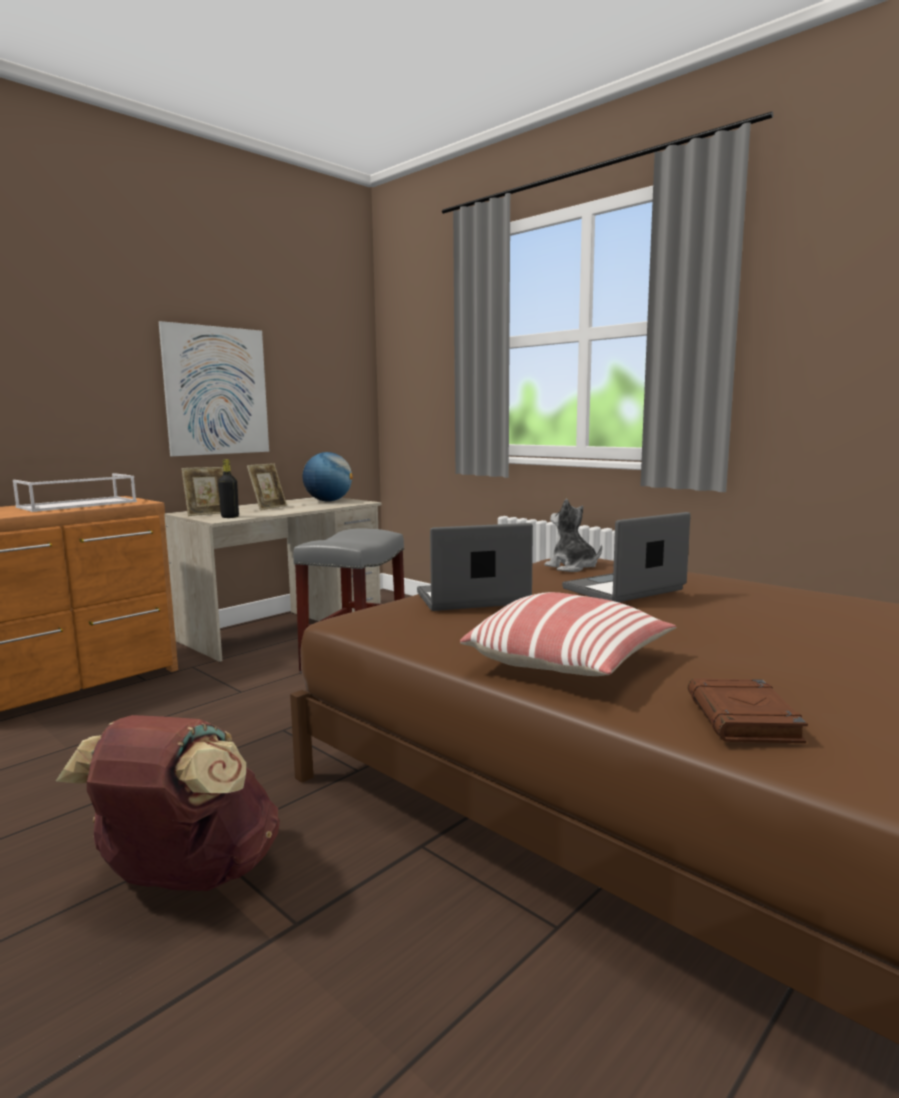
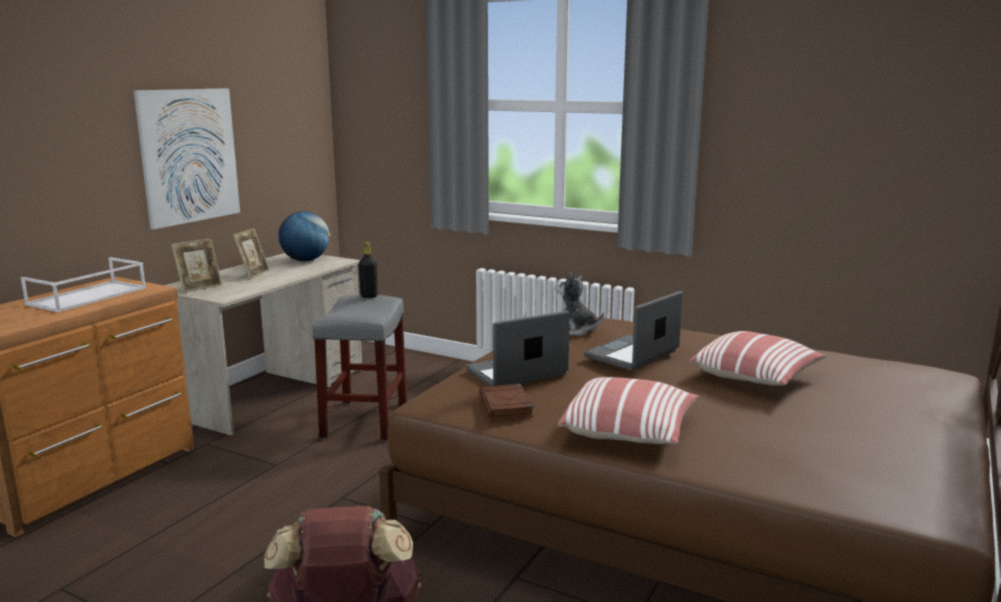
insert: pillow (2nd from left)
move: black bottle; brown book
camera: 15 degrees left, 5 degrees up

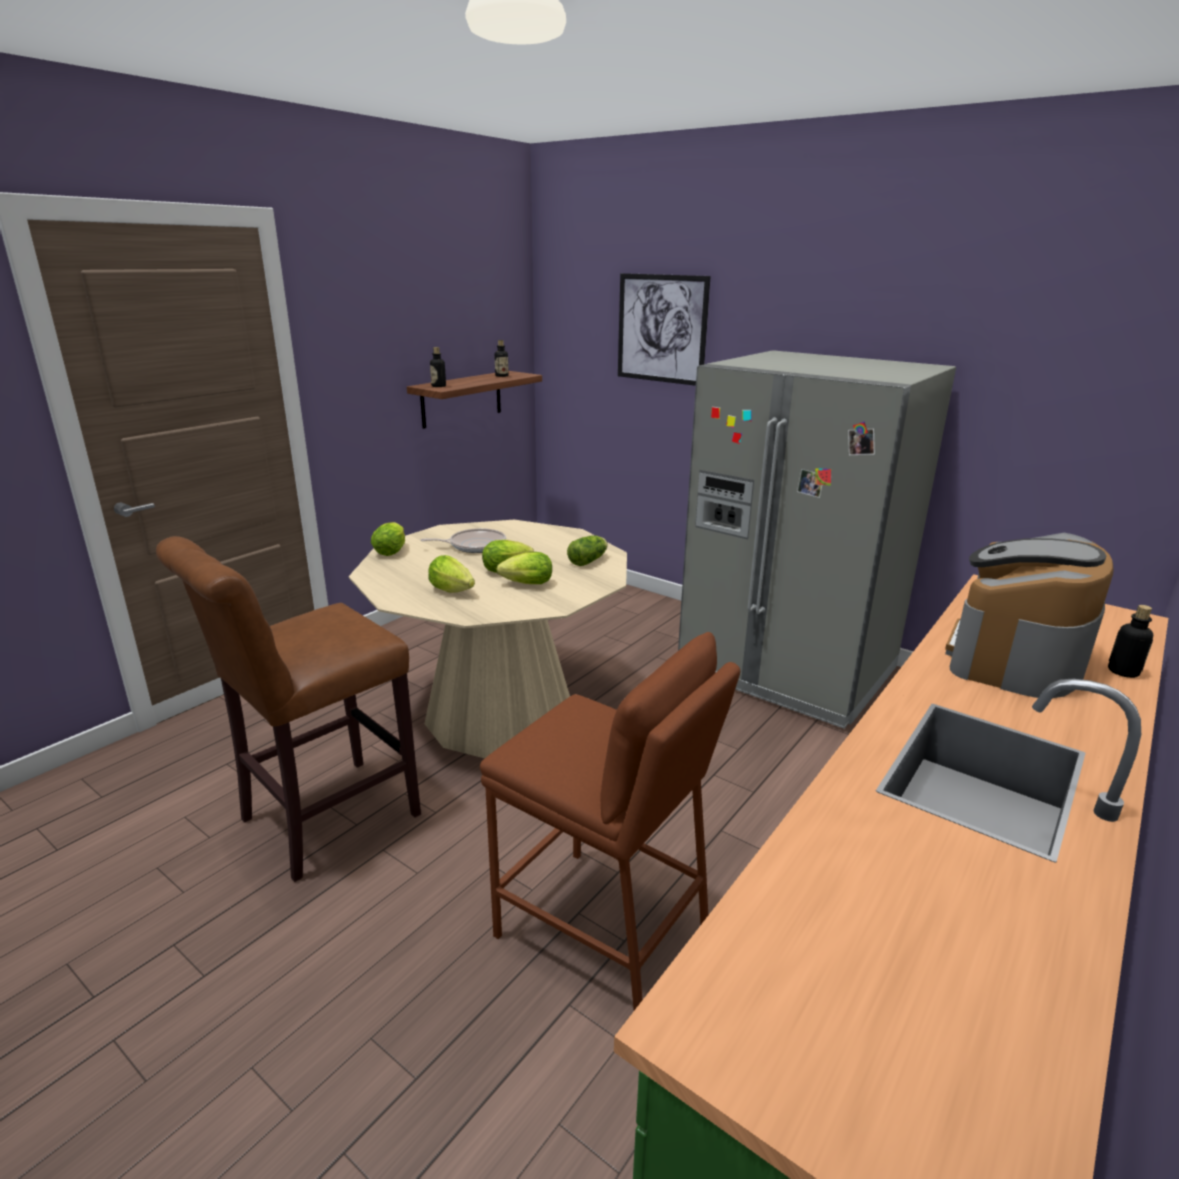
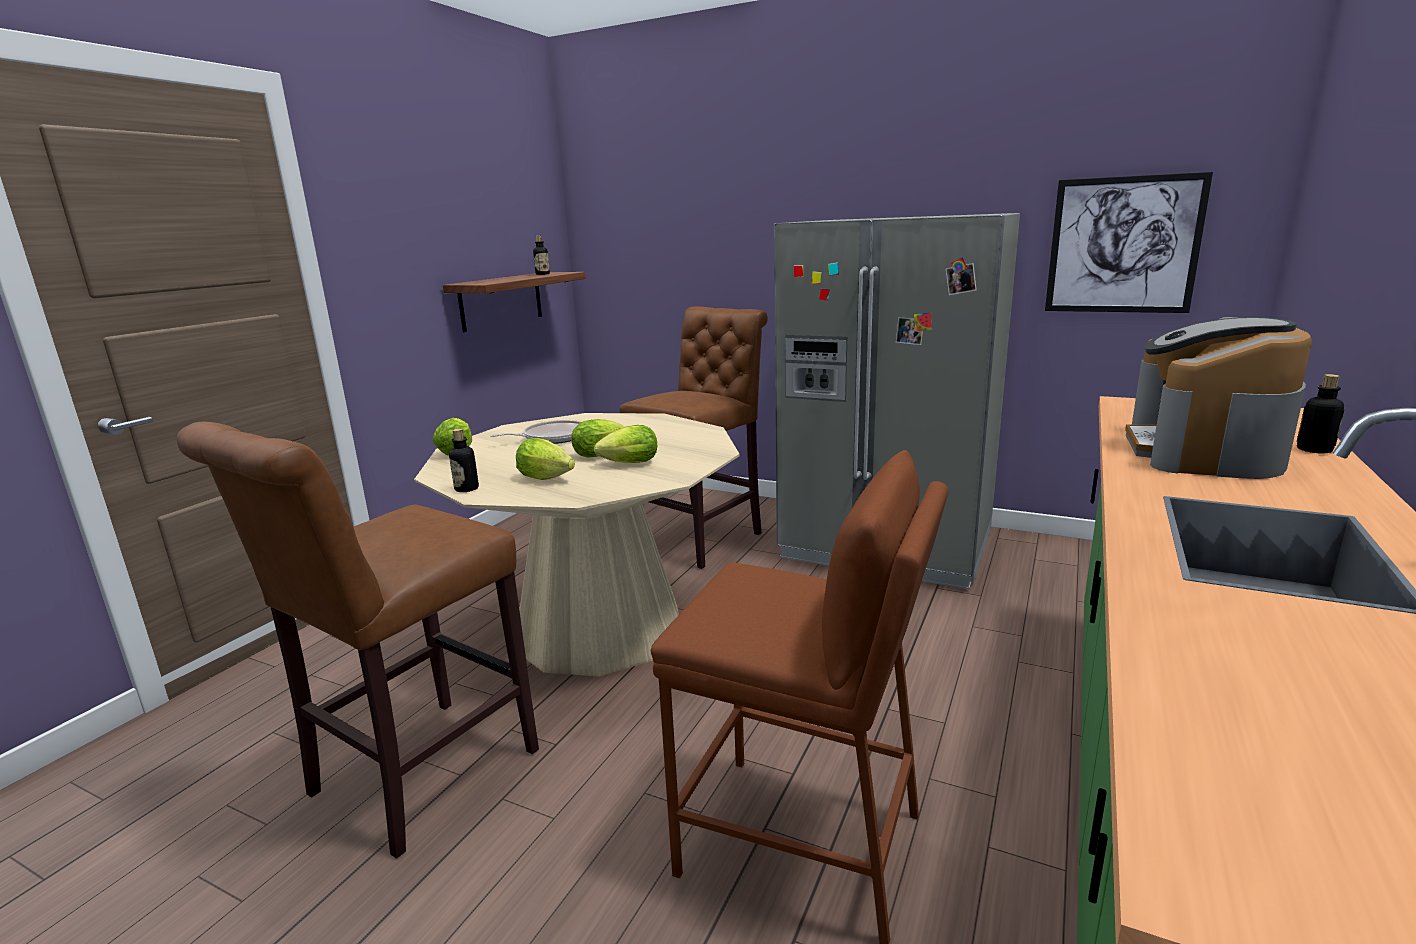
delete: lettuce (5th from left)
insert: brown stool (2nd from left)
move: bottle (1st from left); picture
camera: 10 degrees left, 5 degrees down

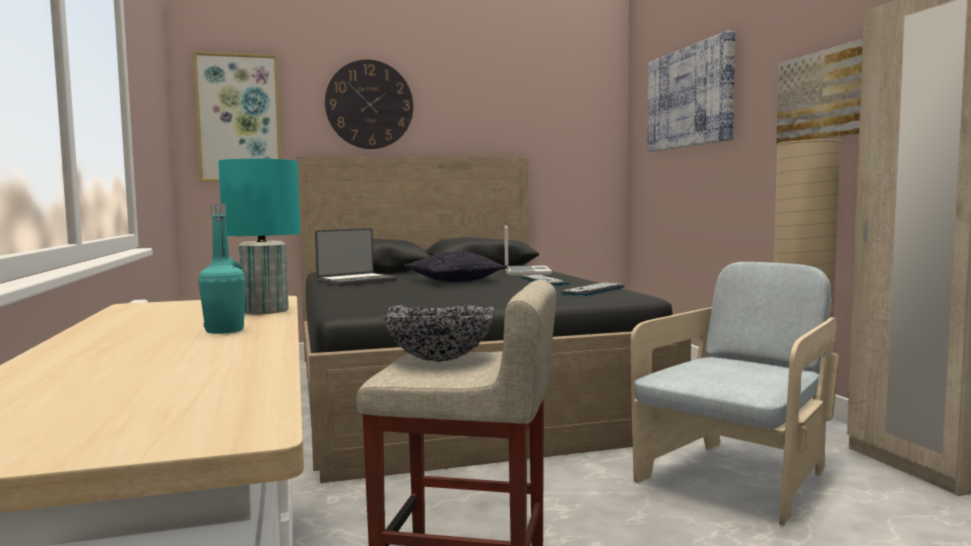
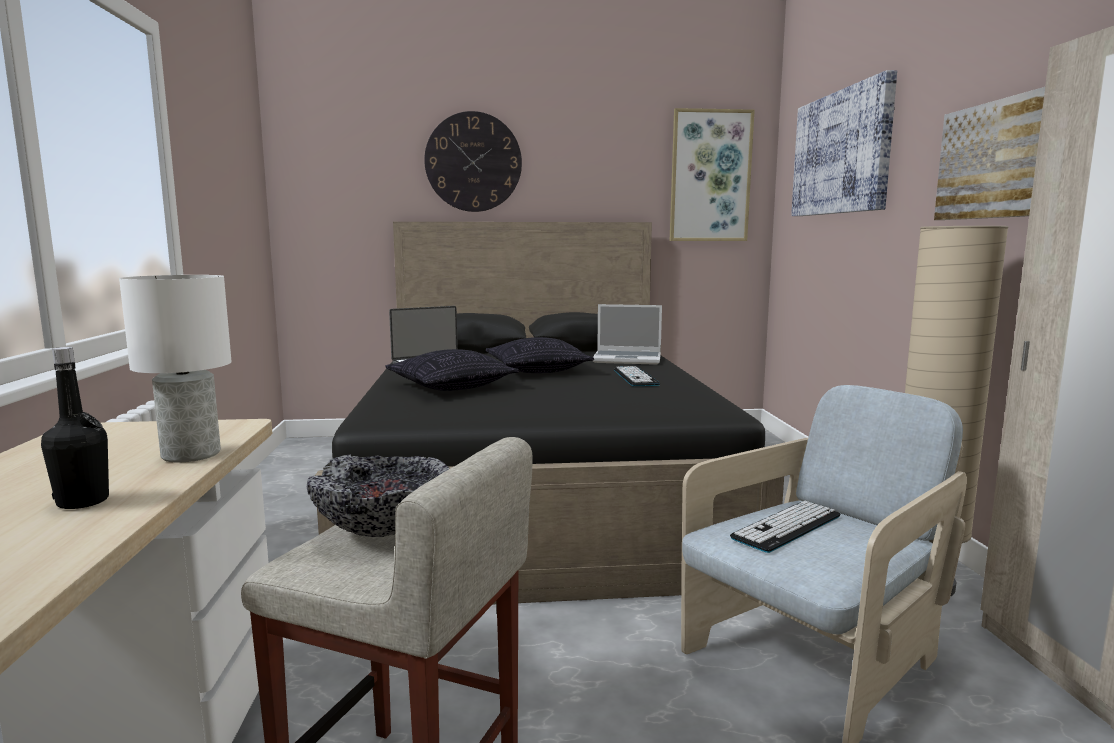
insert: pillow (1st from left)
move: picture (1st from left); keyboard (2nd from left)
recolor: turquoise bottle to black bottle; turquoise table lamp to white table lamp
rotate: laptop (2nd from left) 90 degrees clockwise
camera: 10 degrees right, 5 degrees up

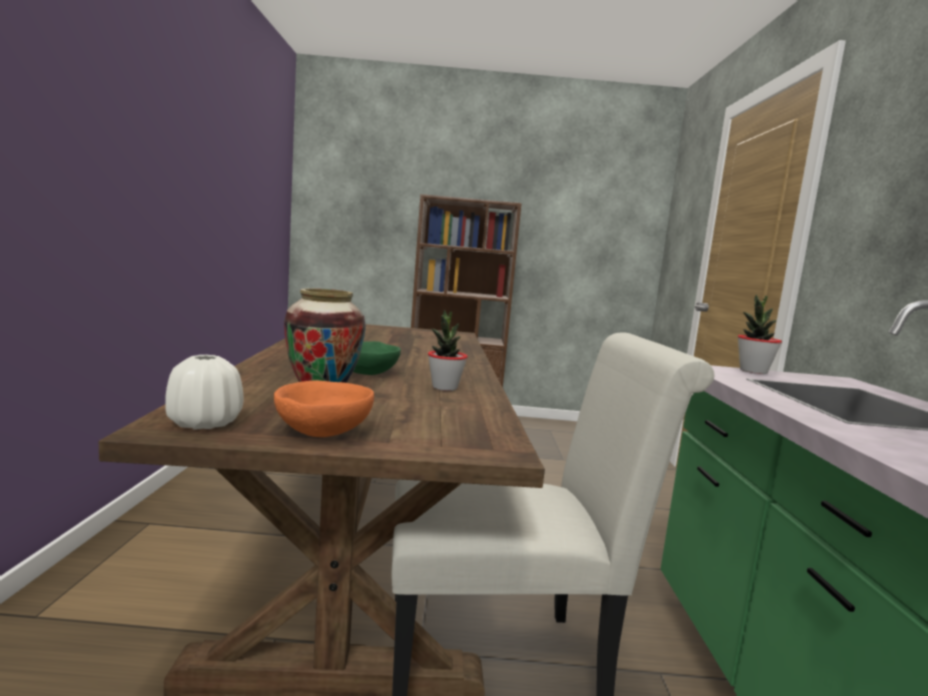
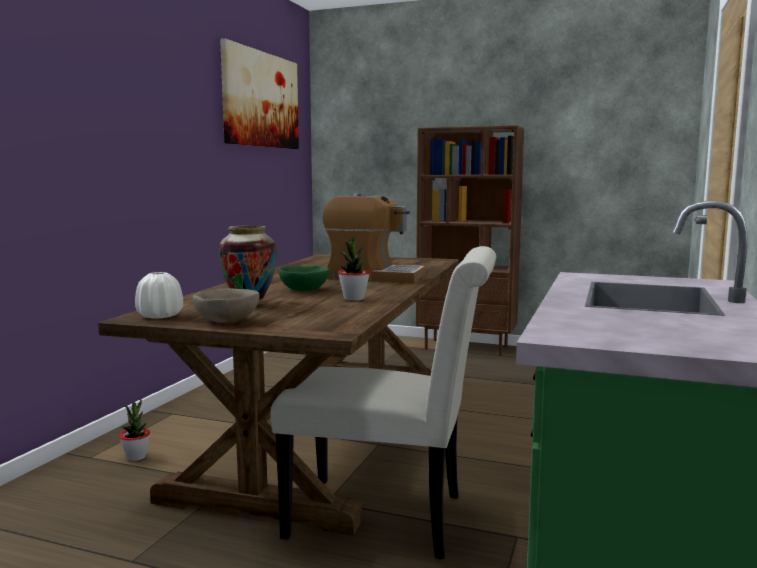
insert: picture; coffee machine
move: potted plant (2nd from left in the first image) to potted plant (1st from left)
recolor: orange bowl to beige bowl
camera: 20 degrees right, 0 degrees up

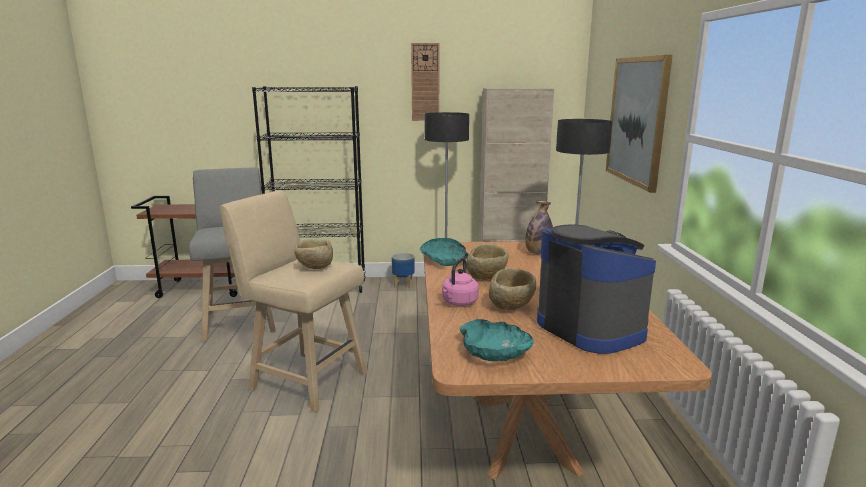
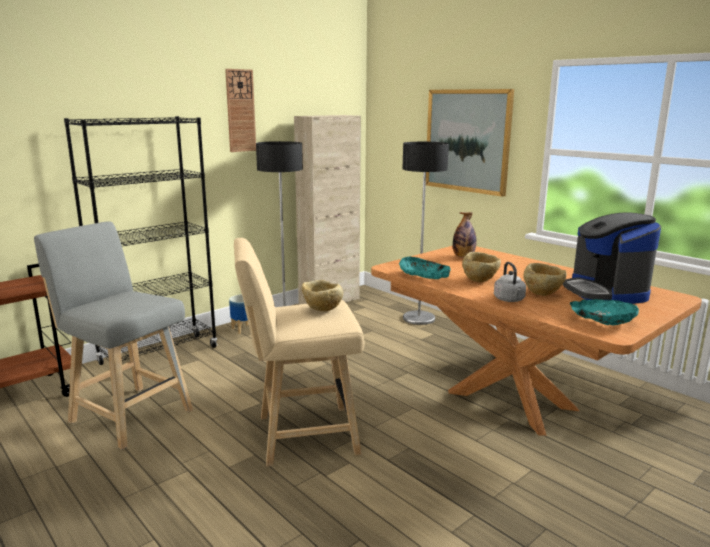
recolor: pink kettle to grey kettle
rotate: coffee machine 120 degrees counterclockwise
camera: 40 degrees left, 0 degrees up

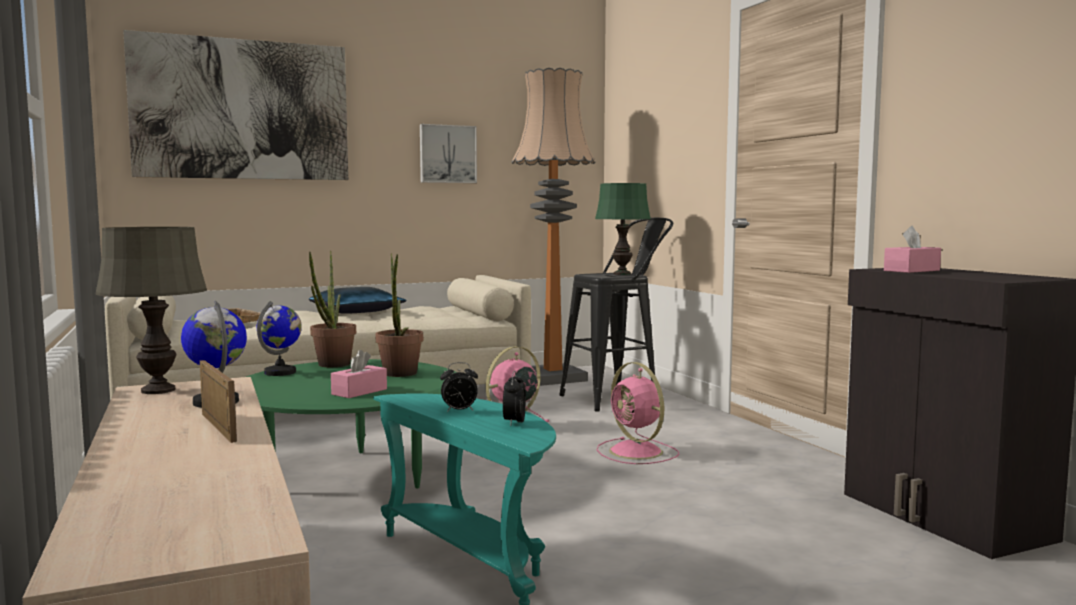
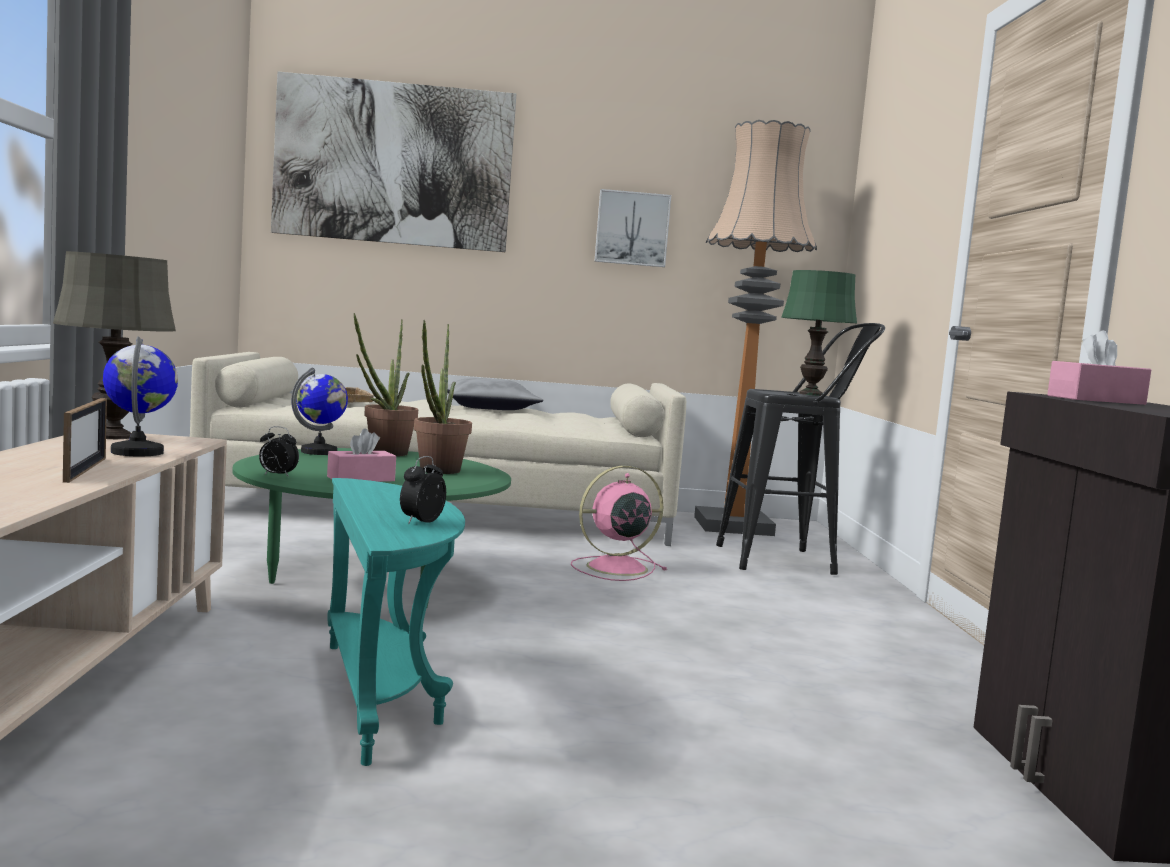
delete: pink fan (2nd from left)
move: alarm clock (1st from left)
recolor: blue pillow to grey pillow
camera: 20 degrees right, 0 degrees up

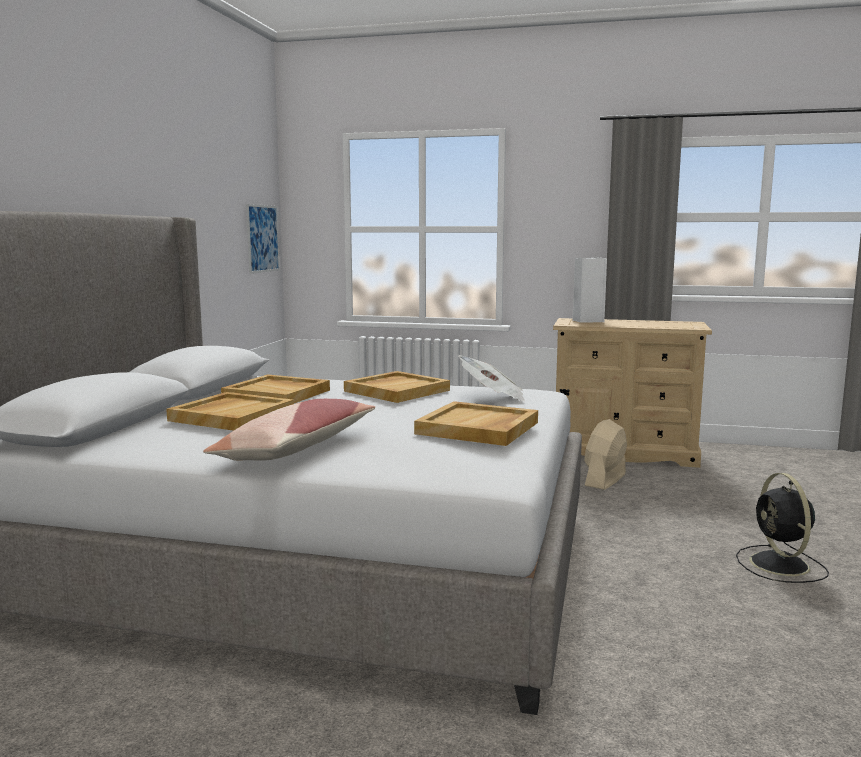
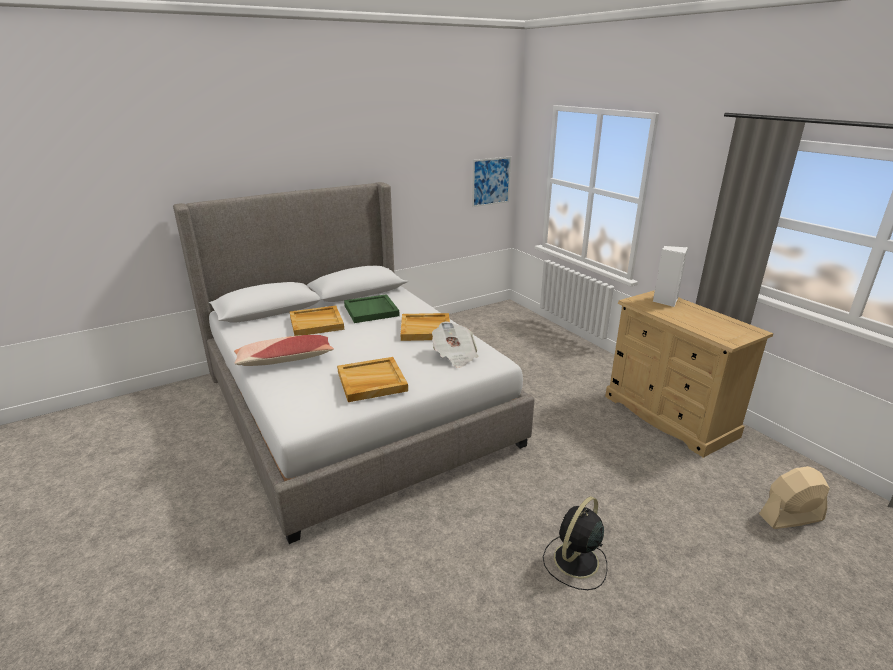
move: beige fan
recolor: beige tray (2nd from left) to green tray
camera: 45 degrees right, 15 degrees up

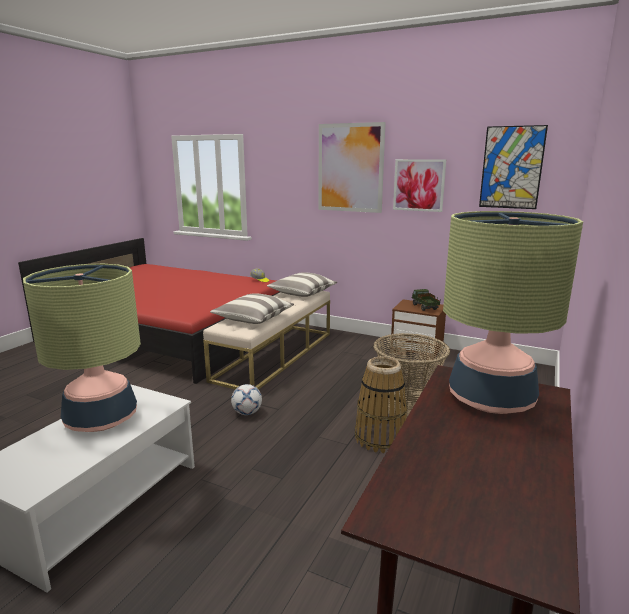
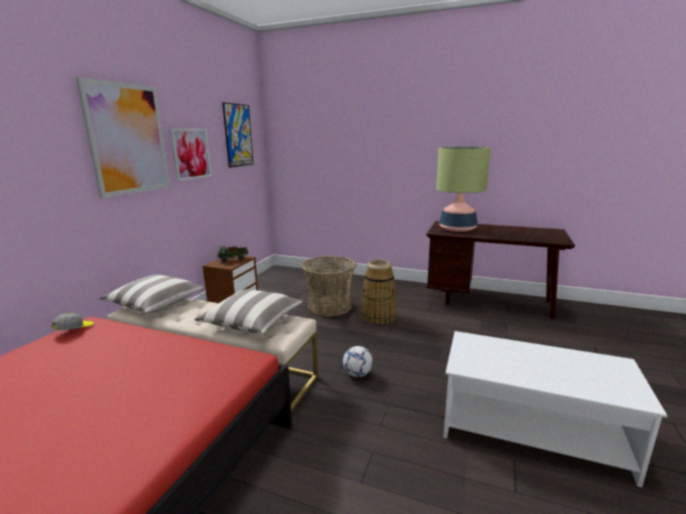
delete: table lamp (1st from left)
camera: 95 degrees left, 0 degrees up

